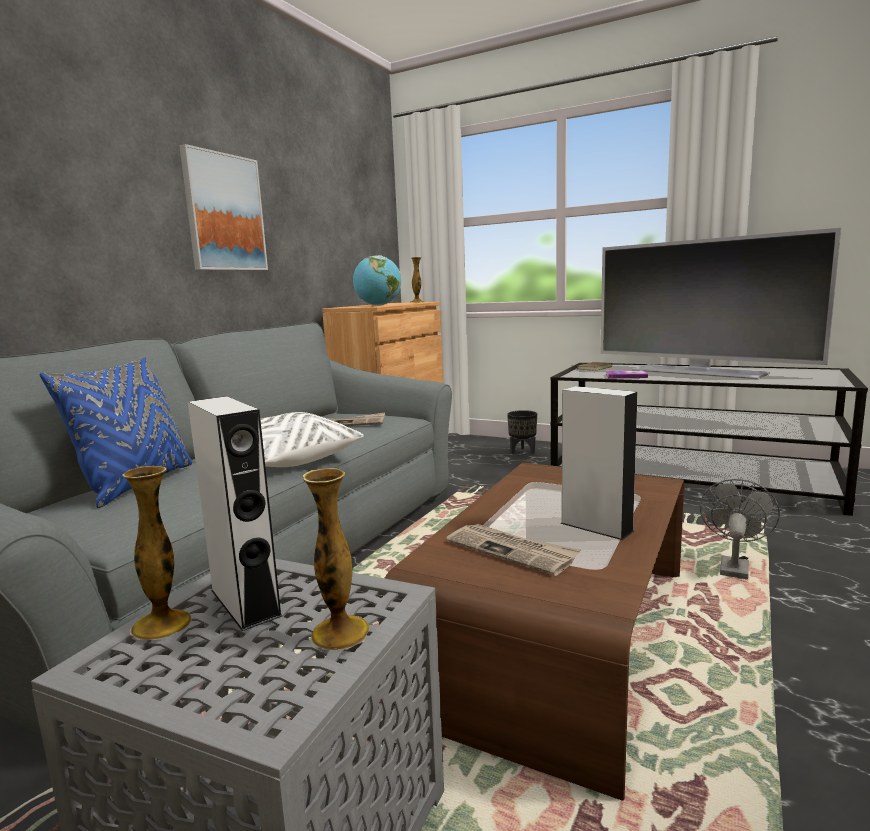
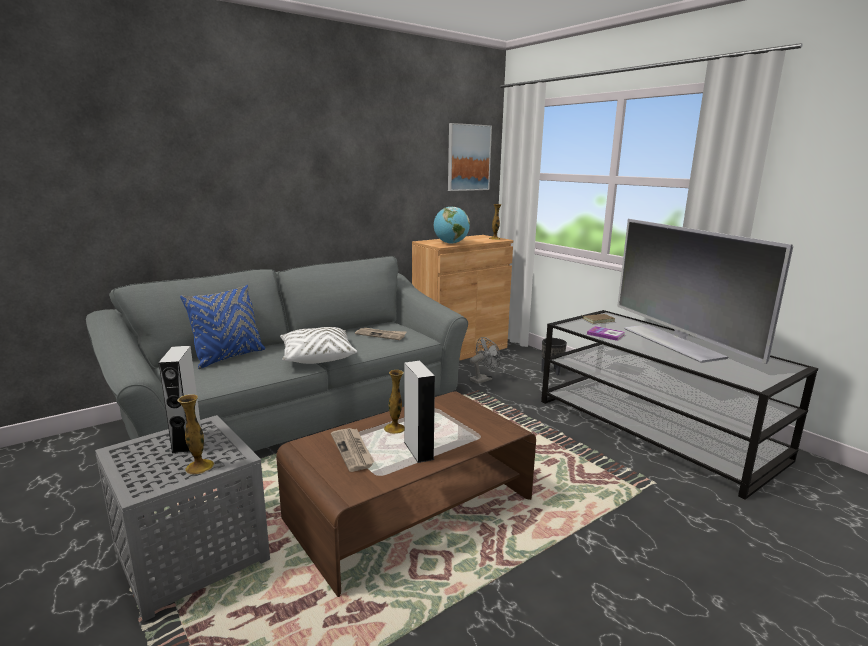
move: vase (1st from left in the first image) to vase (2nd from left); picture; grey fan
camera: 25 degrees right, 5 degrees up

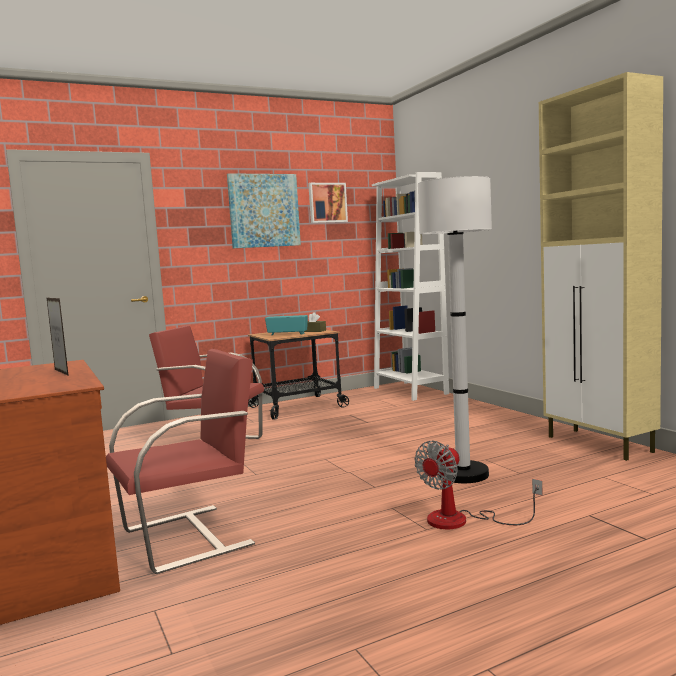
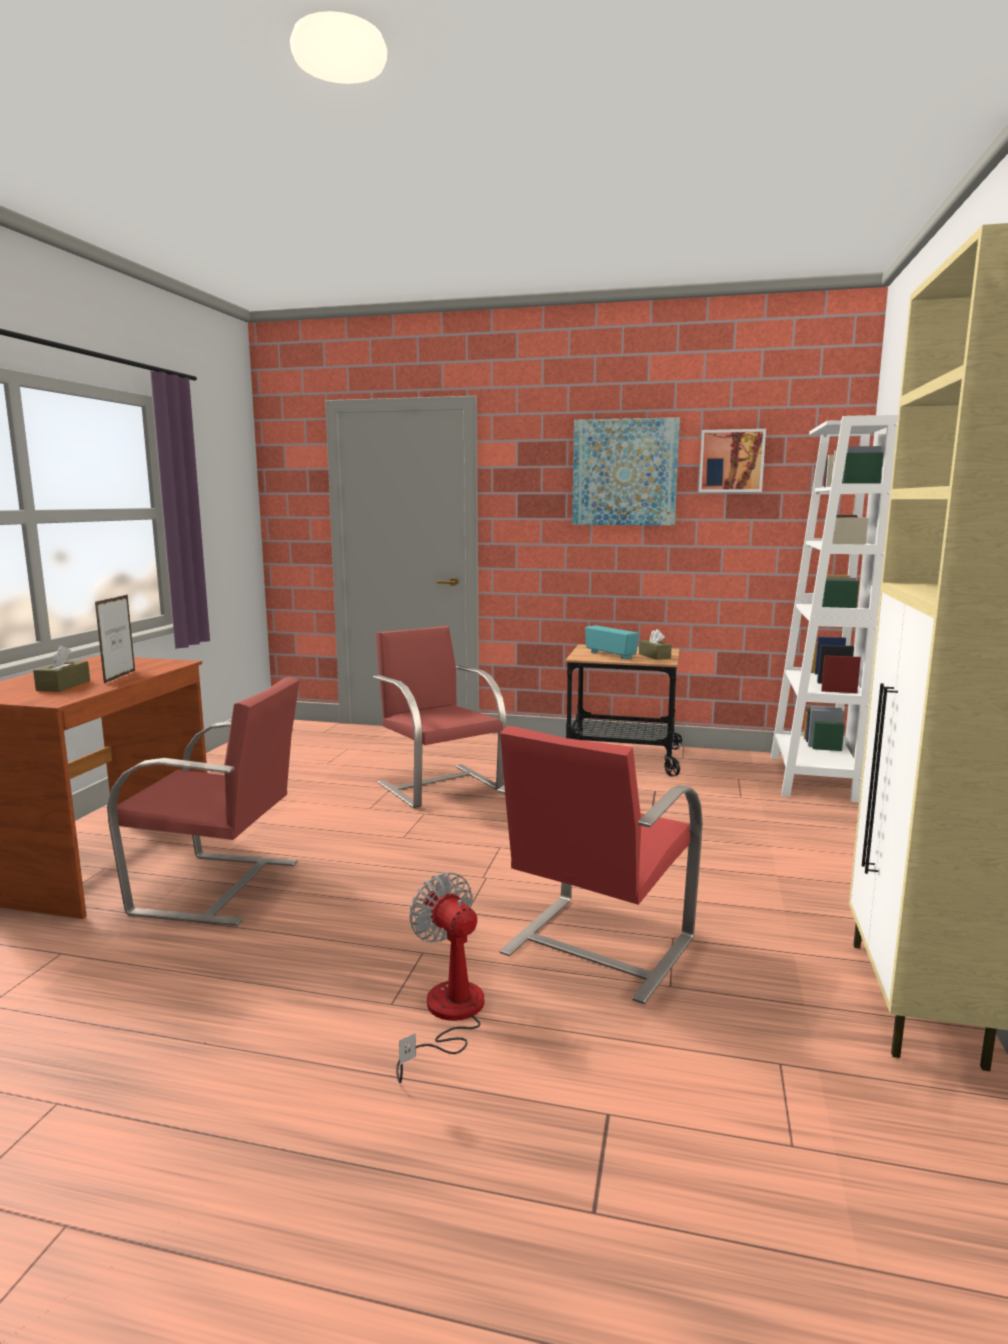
insert: brown tissue box (1st from left)
replace: white floor lamp to red chair (3rd from left)
rotate: fan 60 degrees clockwise
camera: 40 degrees right, 5 degrees up

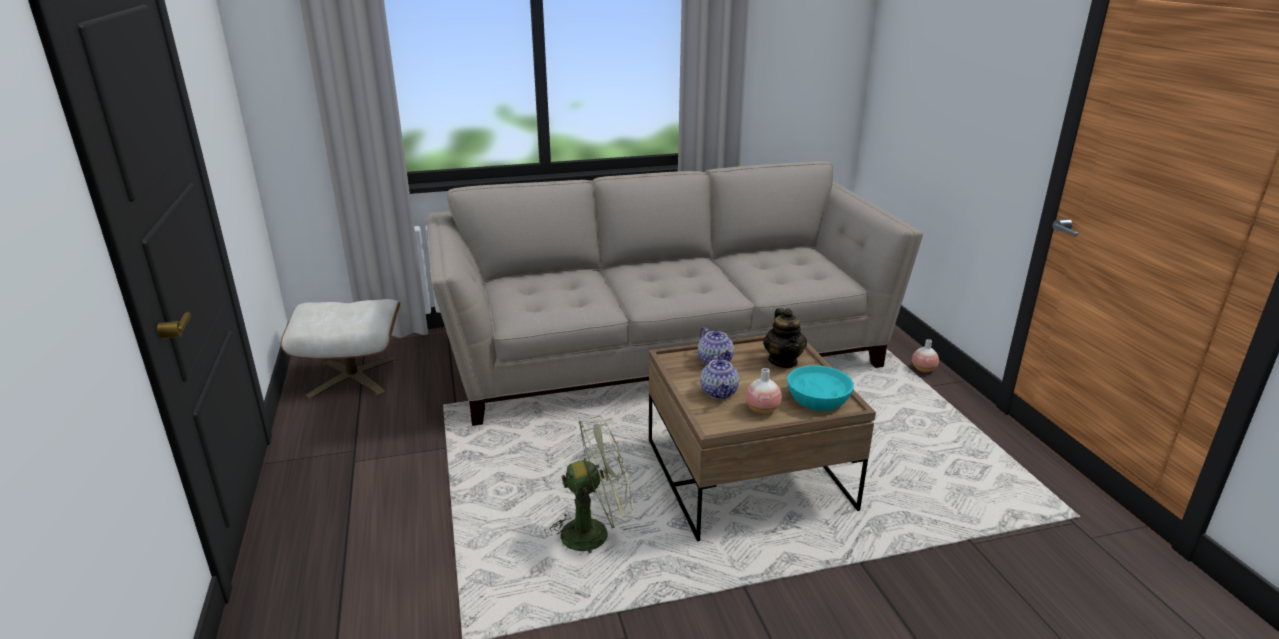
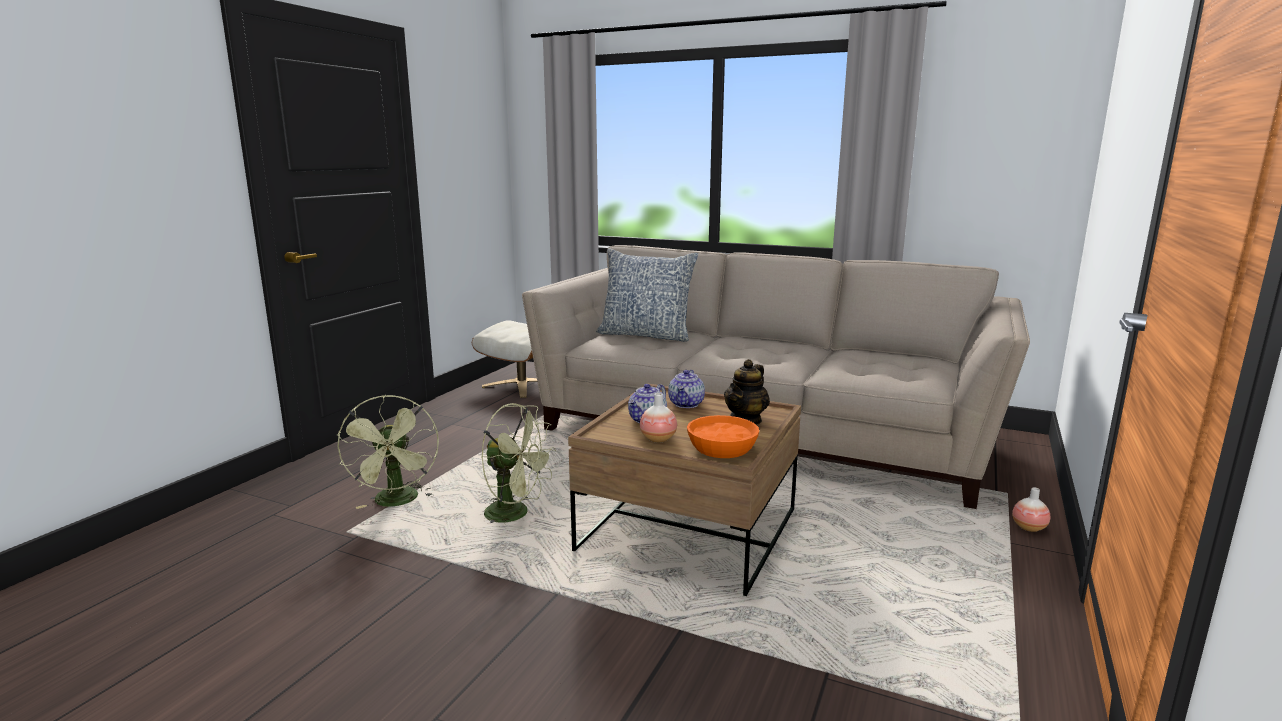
insert: green fan (1st from left); pillow
recolor: turquoise bowl to orange bowl
camera: 40 degrees right, 10 degrees down

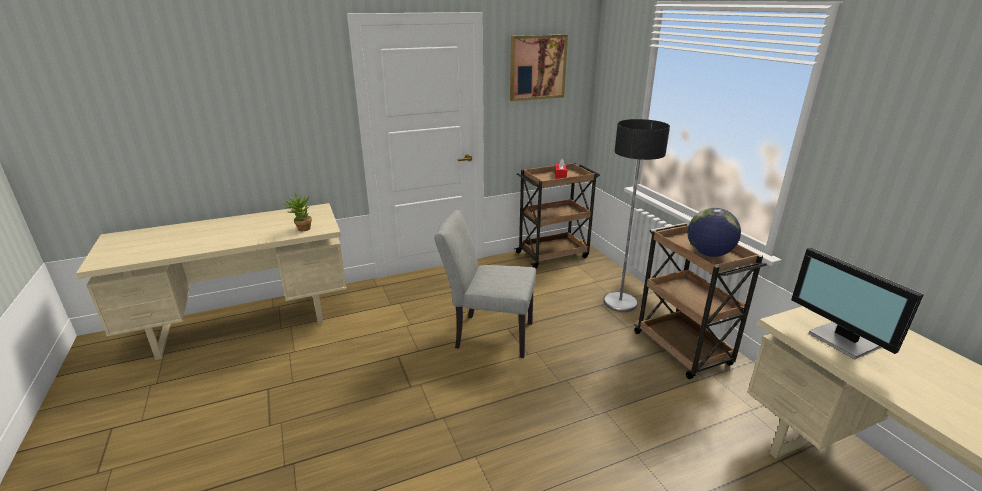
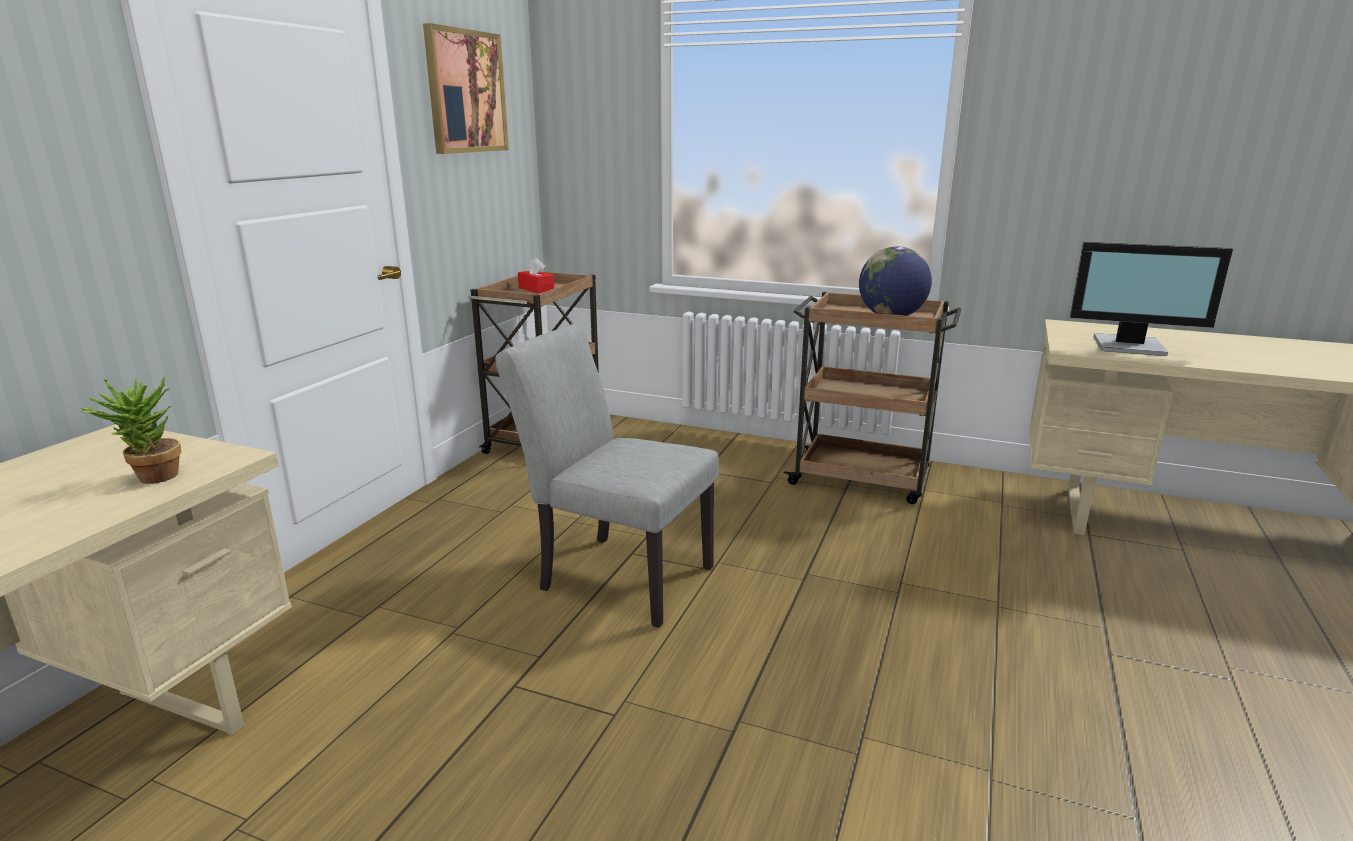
delete: floor lamp
rotate: grey chair 60 degrees clockwise
camera: 45 degrees left, 5 degrees down

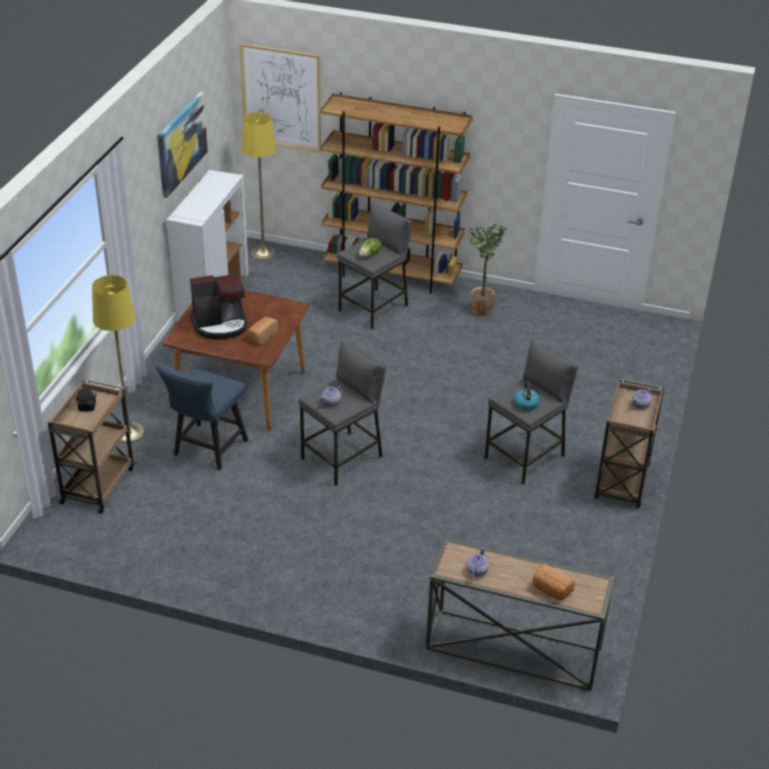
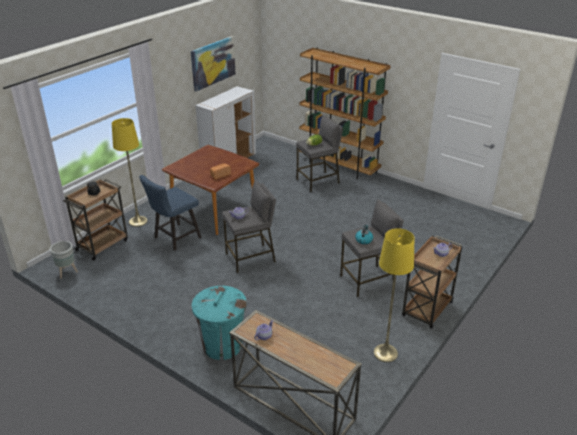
delete: coffee machine; picture (2nd from left); potted plant; bread (2nd from left)
insert: grey planter; turquoise trash can
move: yellow floor lamp (2nd from left)
camera: 20 degrees right, 5 degrees down

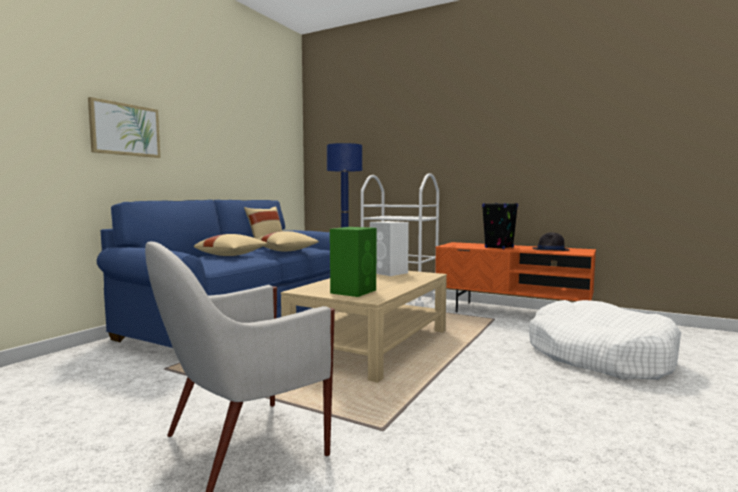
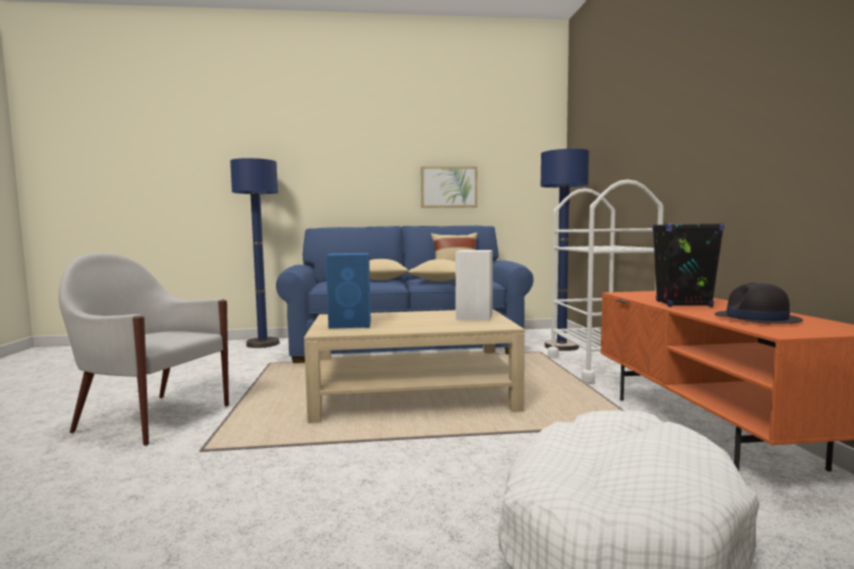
insert: blue floor lamp (1st from left)
move: picture
recolor: green speaker to blue speaker
camera: 55 degrees right, 0 degrees up

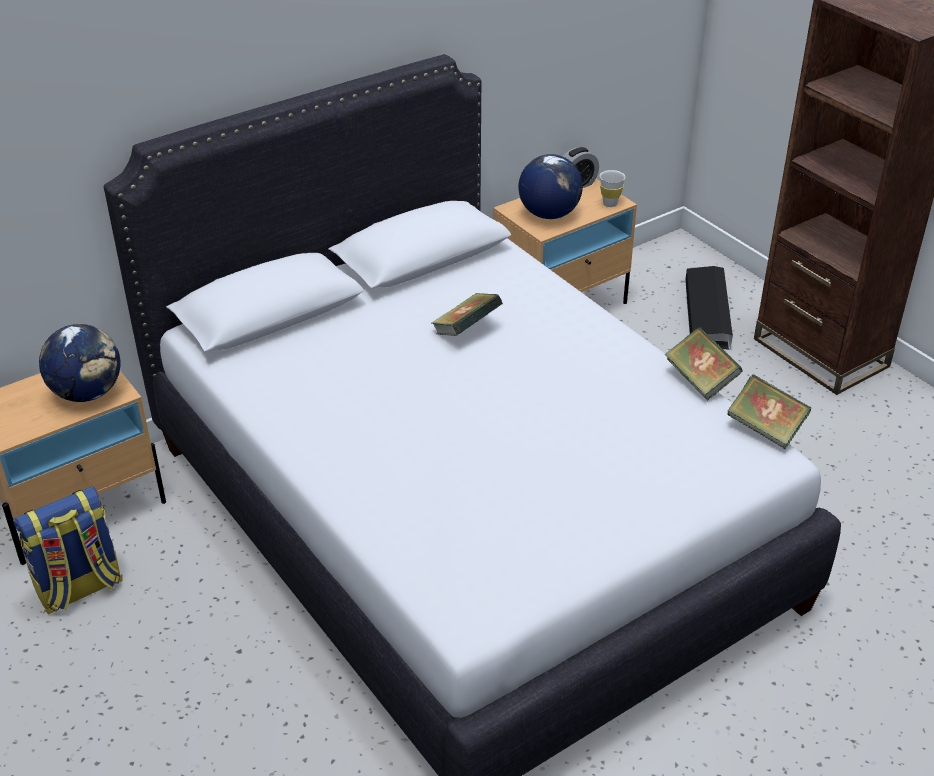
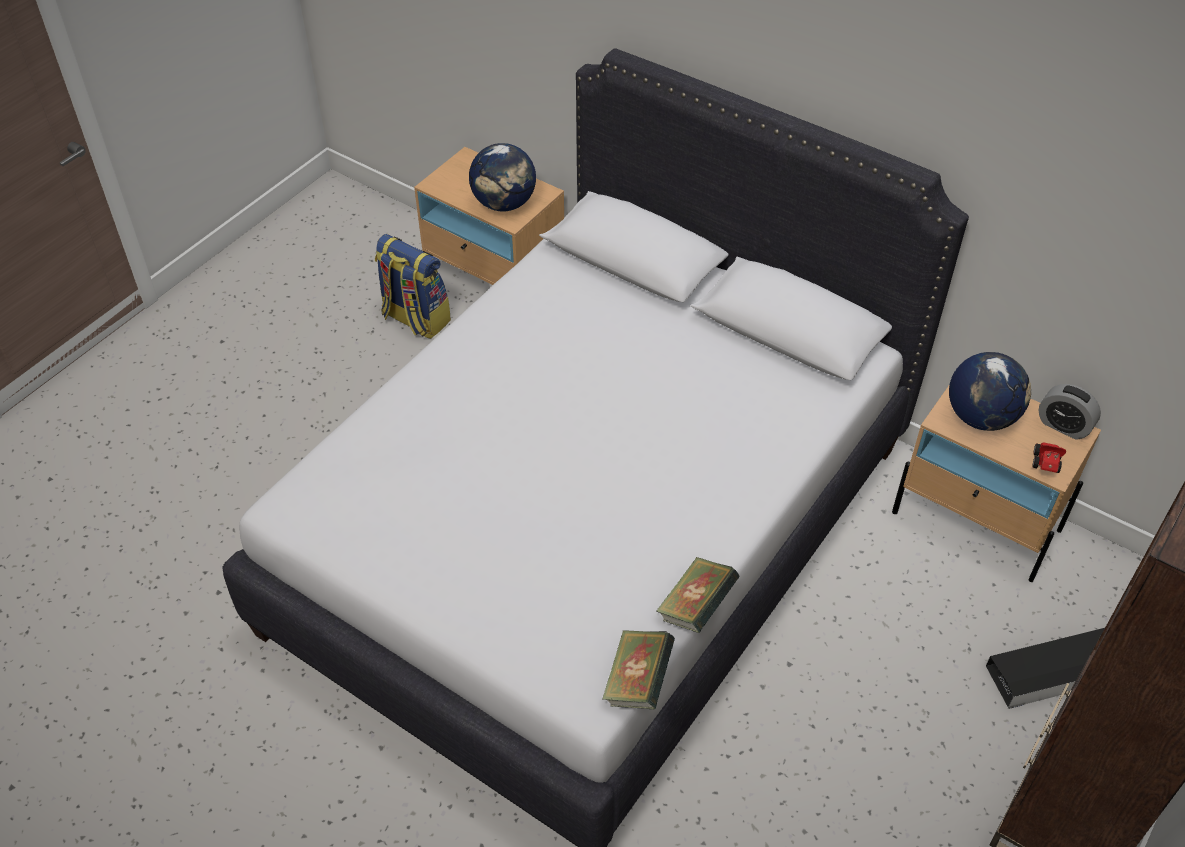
delete: book (1st from left)
replace: white cup to toy car
camera: 70 degrees right, 10 degrees up

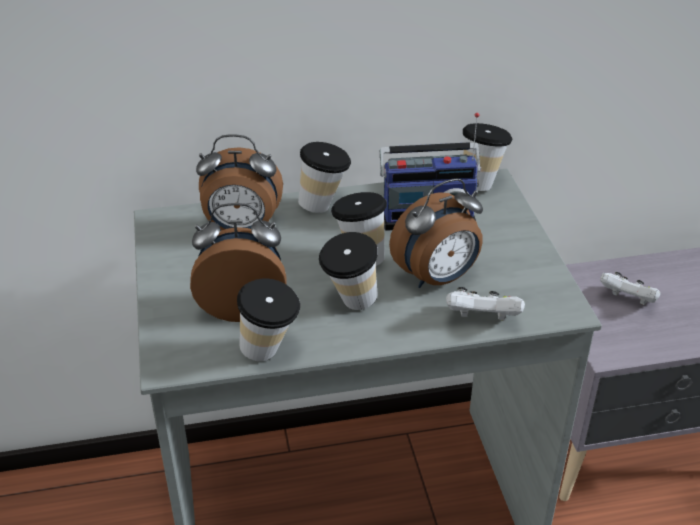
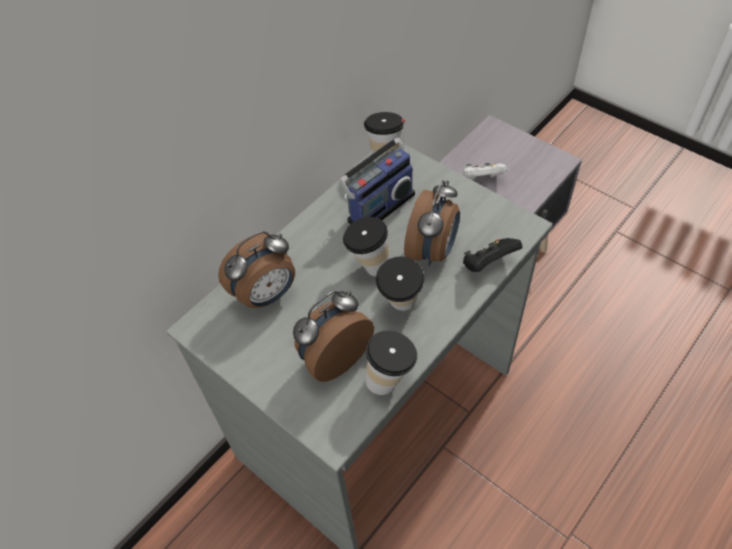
delete: cup (2nd from left)
recolor: white game controller (1st from left) to black game controller
camera: 35 degrees left, 15 degrees up

